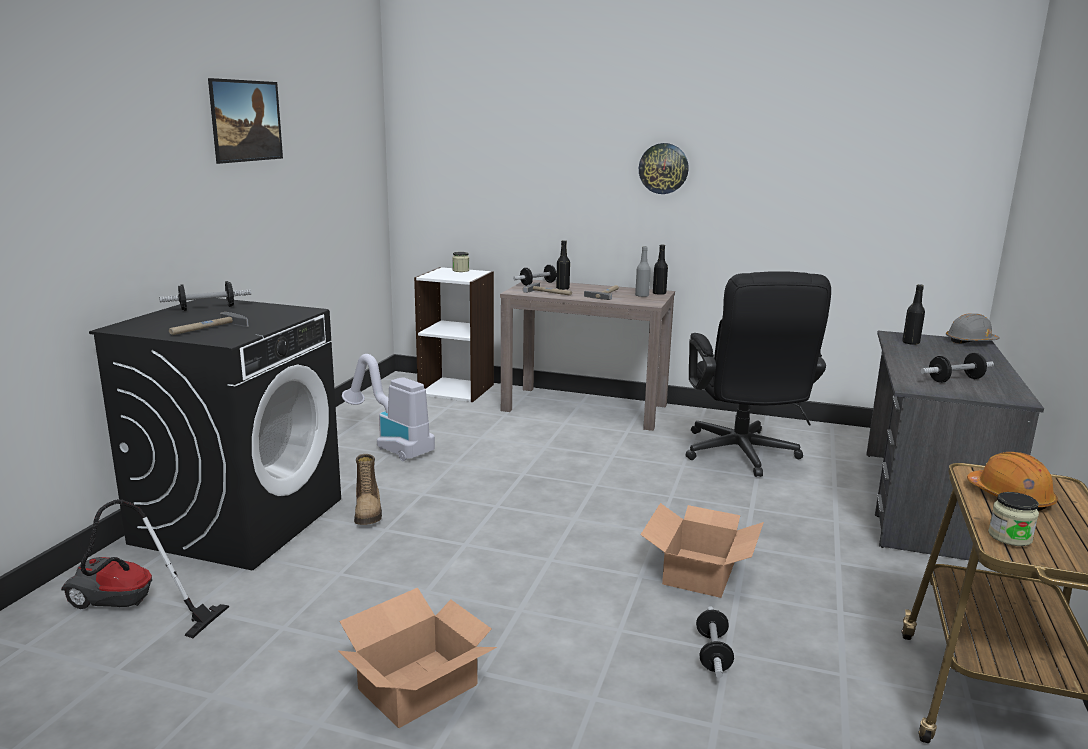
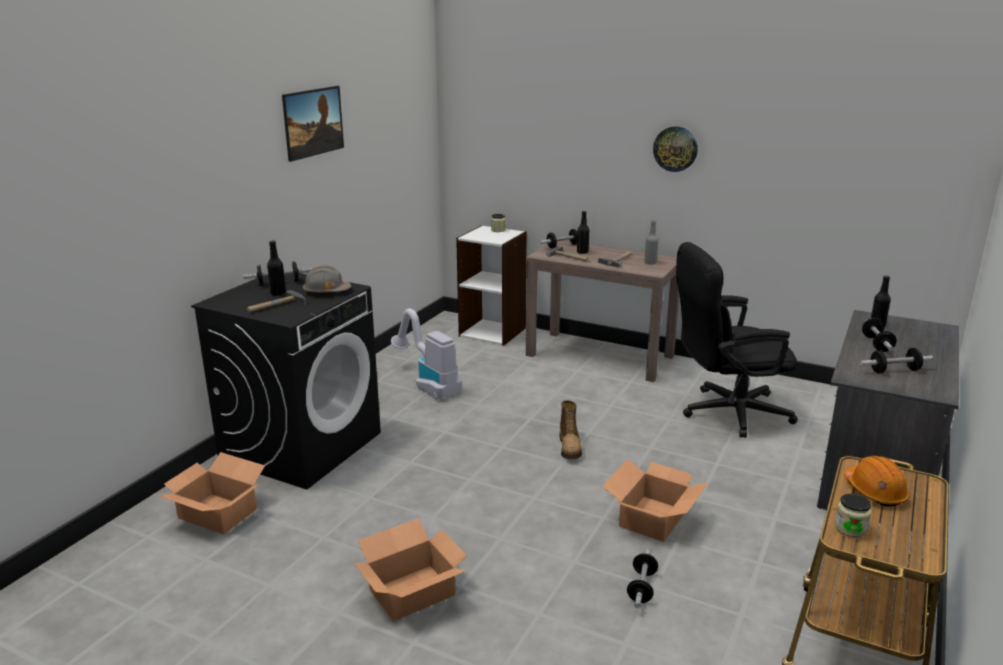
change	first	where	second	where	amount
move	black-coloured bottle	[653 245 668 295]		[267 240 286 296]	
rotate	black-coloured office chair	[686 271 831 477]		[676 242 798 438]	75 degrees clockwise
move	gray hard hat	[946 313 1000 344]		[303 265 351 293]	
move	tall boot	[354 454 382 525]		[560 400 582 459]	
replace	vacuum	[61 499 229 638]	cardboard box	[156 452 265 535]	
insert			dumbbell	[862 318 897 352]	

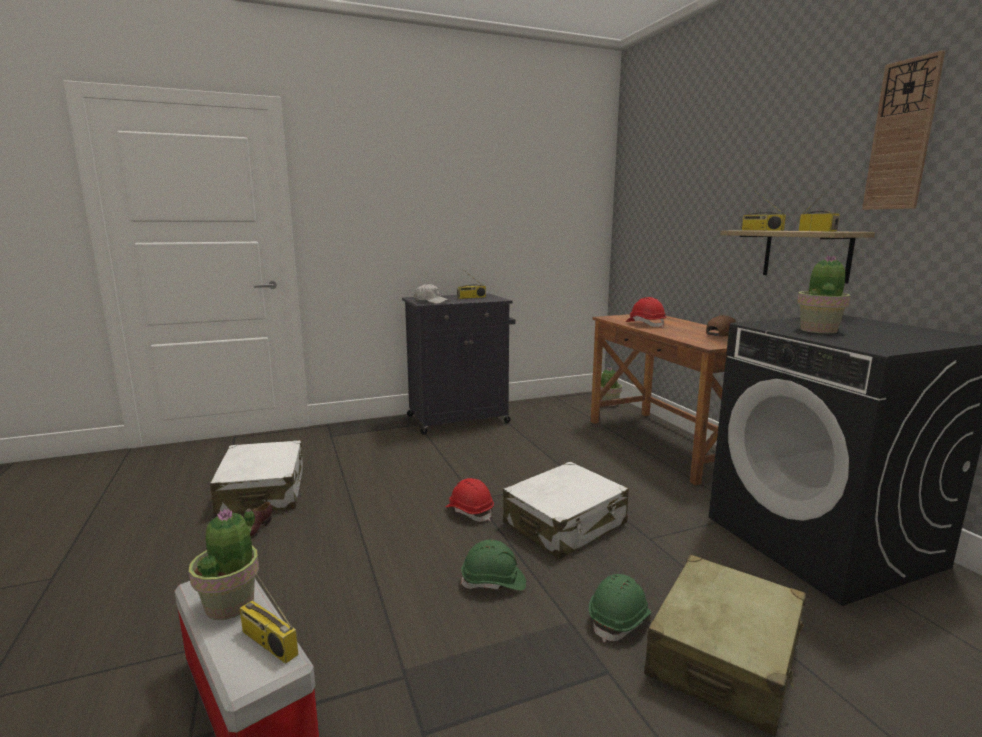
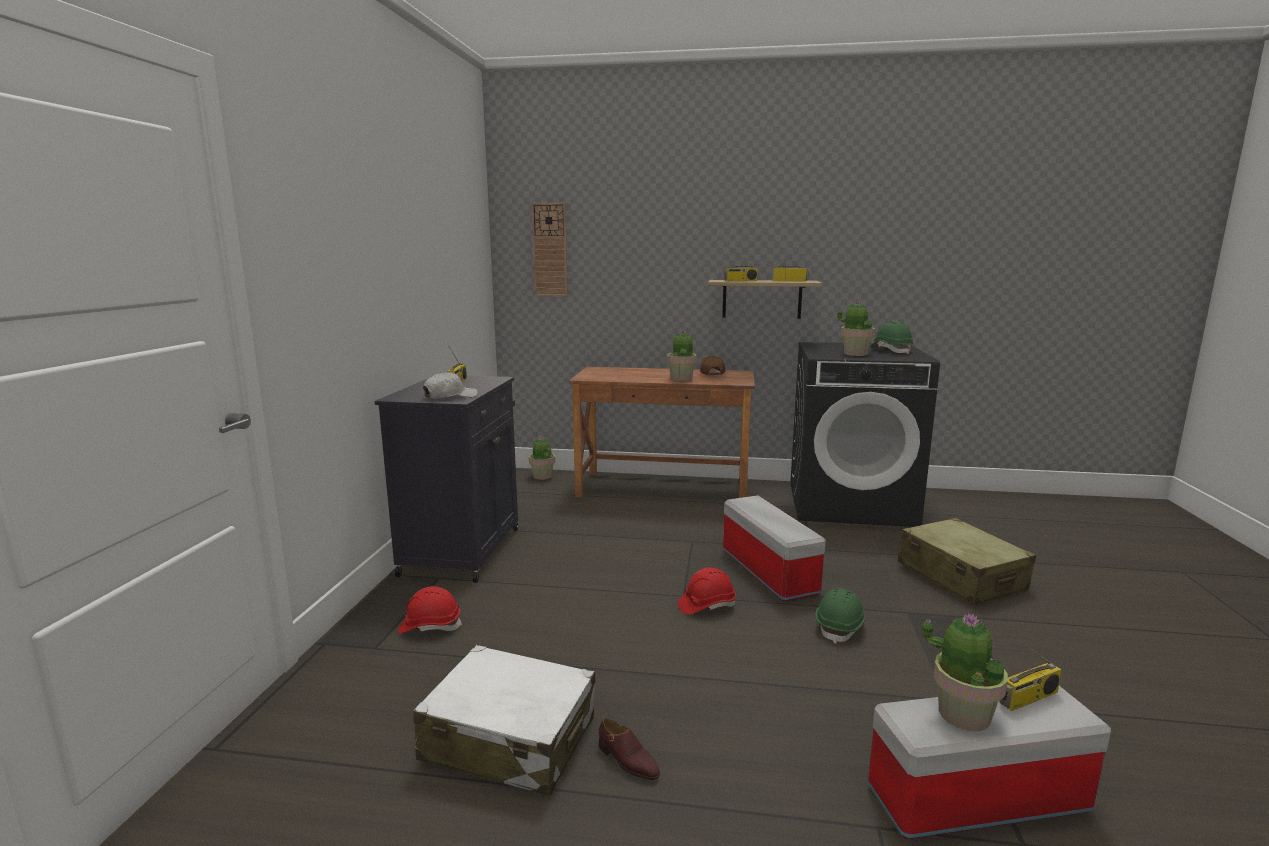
change	first	where	second	where	amount
move	hanging clock	[862 50 945 210]		[531 202 568 297]	
move	red hard hat	[626 297 666 328]		[398 586 462 633]	
replace	whitish piece of luggage	[503 462 629 559]	storage container	[723 495 826 601]	
move	greenish hard hat	[589 574 651 642]		[870 321 913 354]	
insert			potted plant	[667 330 697 381]	

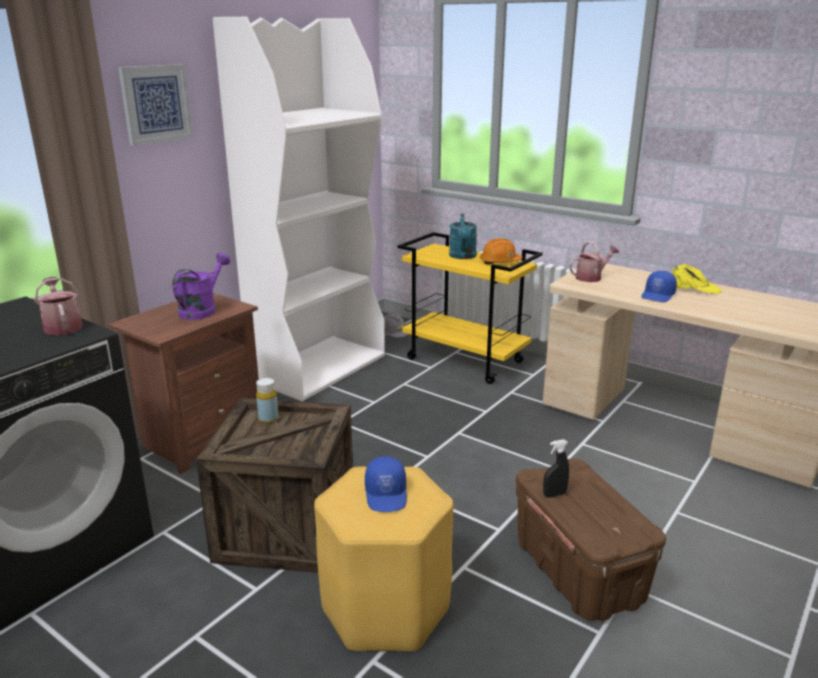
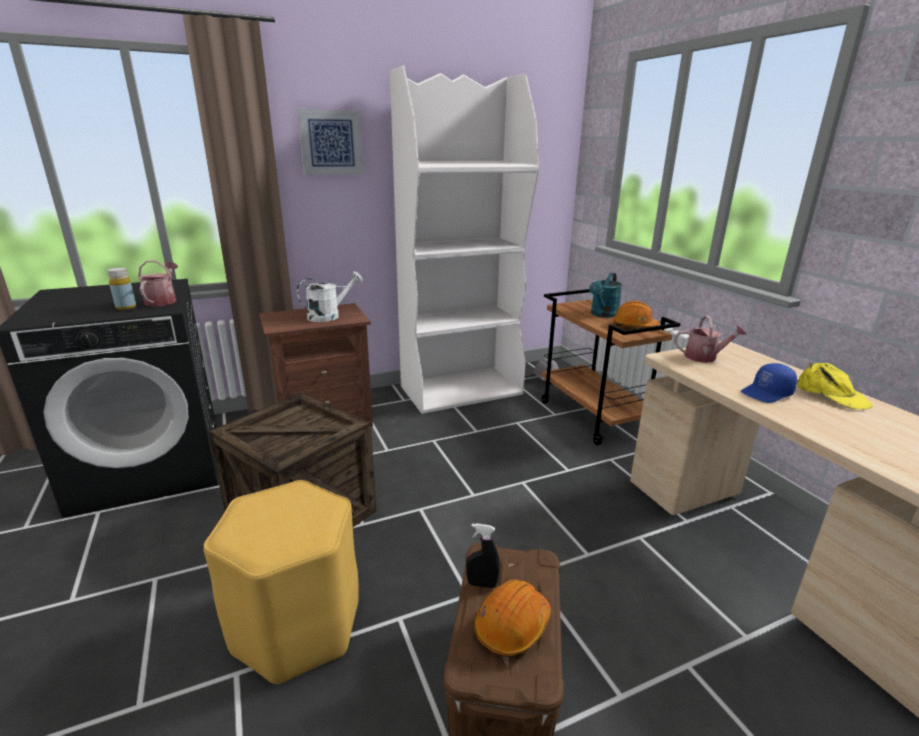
change	first	where	second	where	amount
recolor	yellowish trolley	[398 232 543 384]	brown-coloured trolley	[542 289 681 445]	
recolor	purple sprinkling can	[172 253 230 320]	whitish sprinkling can	[297 271 363 322]	
move	yellowish bottle	[256 378 278 423]		[107 267 136 310]	
delete	blue baseball cap	[365 456 407 512]			
insert			orange hard hat	[474 579 551 656]	

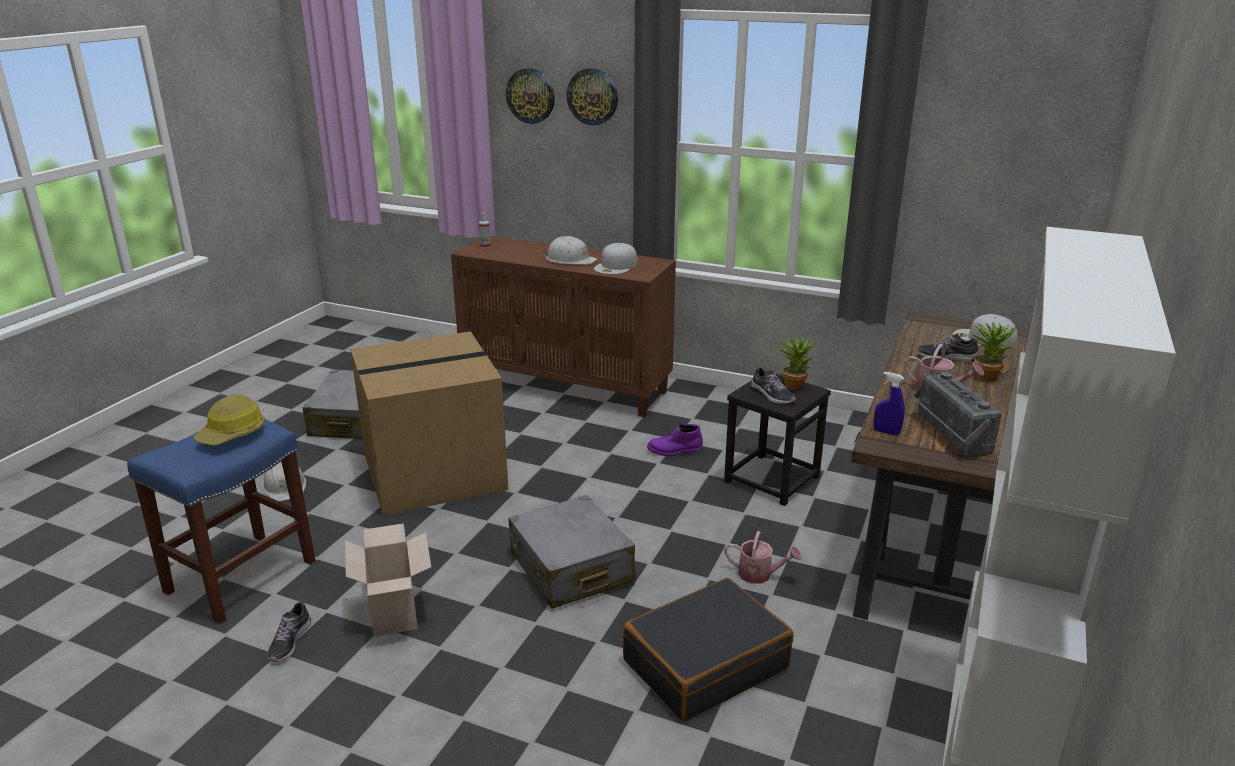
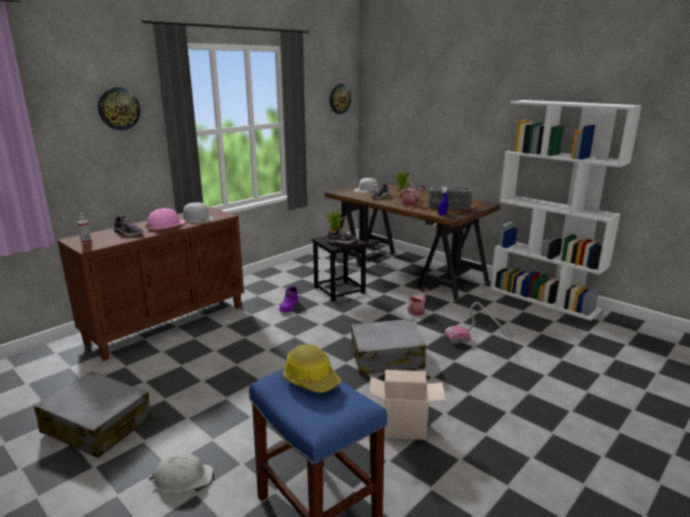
change	first	where	second	where	amount
move	hanging clock	[506 68 555 124]		[330 84 351 114]	
recolor	whitish hard hat	[544 236 597 265]	pink hard hat	[146 208 186 230]	
delete	cardboard box	[350 331 509 516]			
replace	black-coloured piece of luggage	[623 578 793 722]	vacuum	[444 302 514 344]	
move	shoe	[267 598 311 662]		[114 215 143 236]	

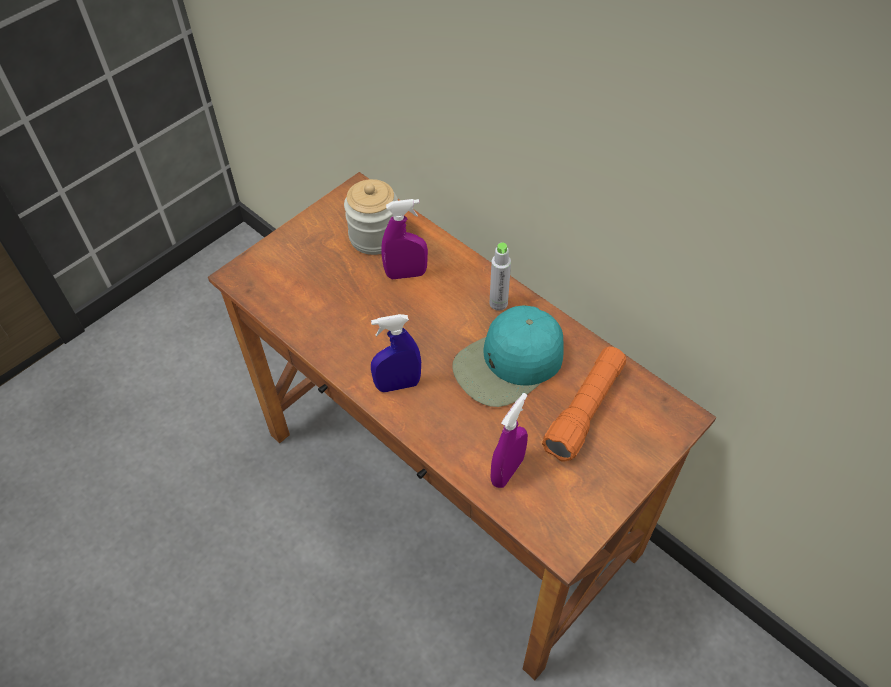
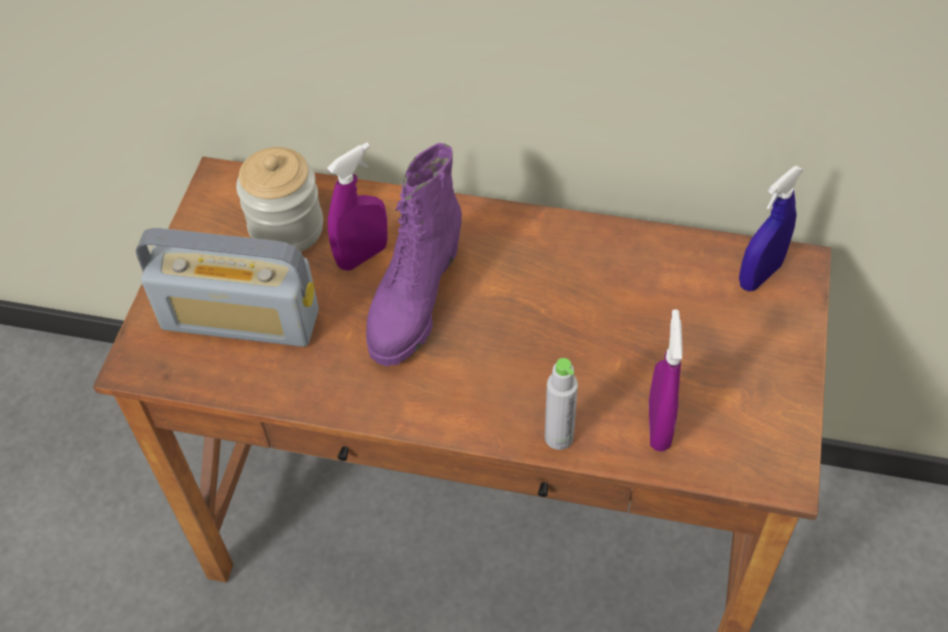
change	first	where	second	where	amount
move	gray bottle	[489 242 511 311]		[545 358 578 450]	
delete	turquoise-coloured baseball cap	[452 305 564 407]			
move	blue hand sprayer	[371 314 421 392]		[739 165 803 291]	
delete	orange hand torch	[542 347 626 461]			
insert			purple tall boot	[366 143 462 366]	
insert			radio receiver	[136 228 319 347]	

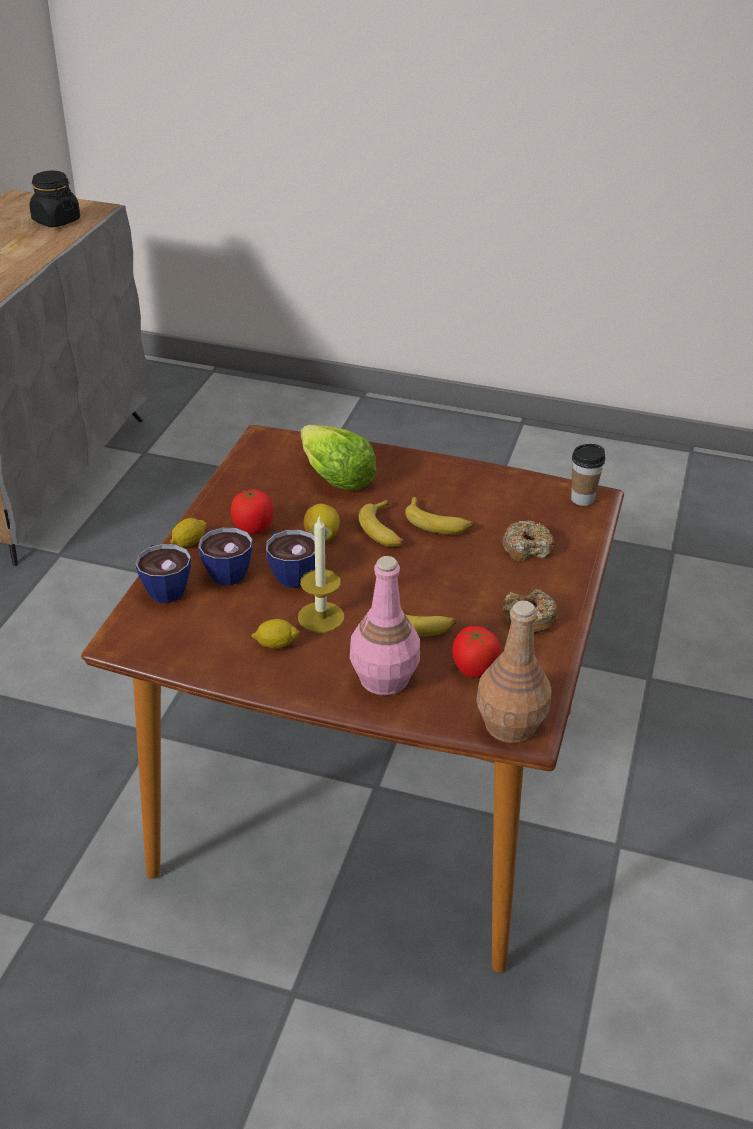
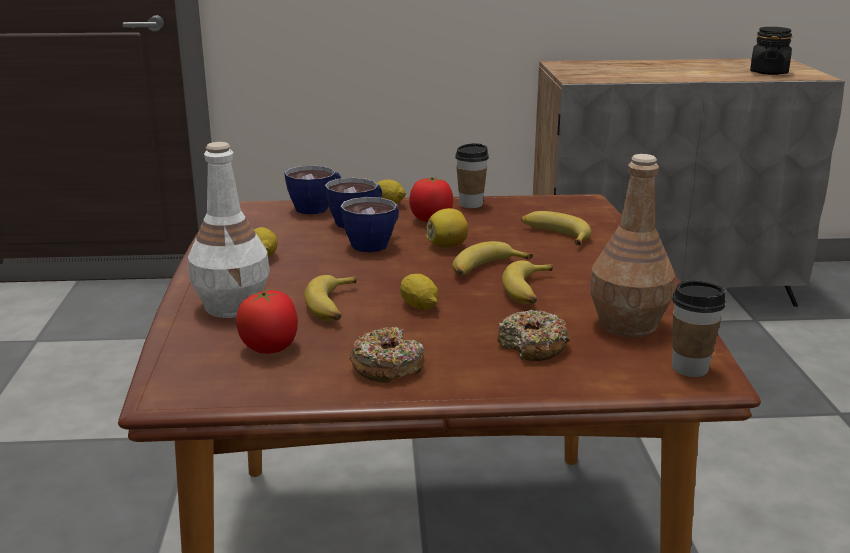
change	first	where	second	where	amount
replace	lettuce head	[301 425 377 491]	banana fruit	[521 211 591 245]	
delete	wax light	[298 515 344 633]			
recolor	pink bottle	[350 556 420 695]	whitish bottle	[188 142 270 318]	
move	brown-coloured bottle	[476 600 552 743]		[590 154 675 338]	
insert			cup	[455 143 489 208]	
insert			whole lemon	[400 274 438 310]	

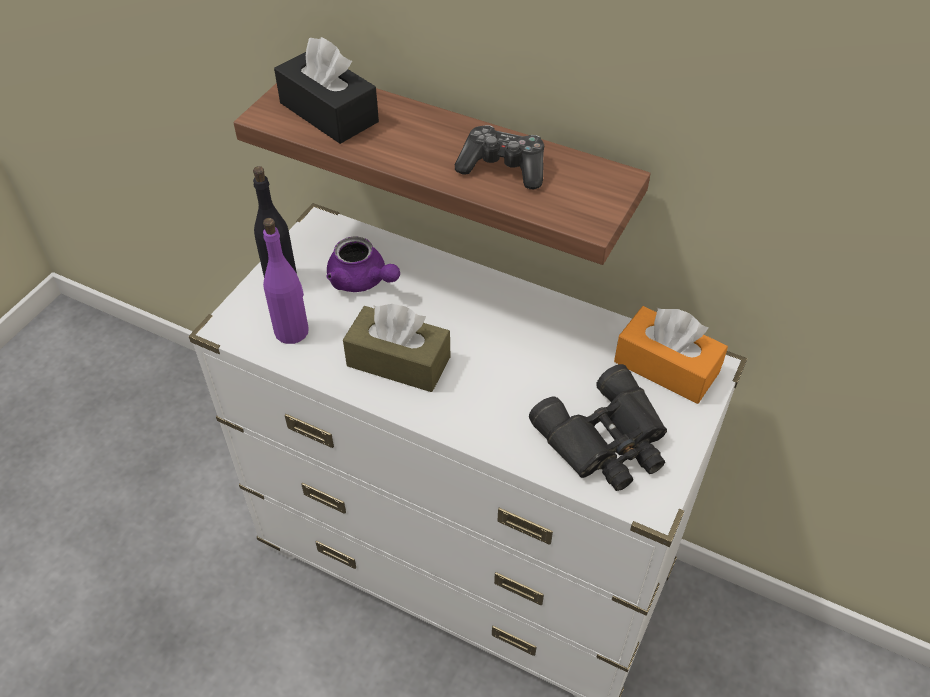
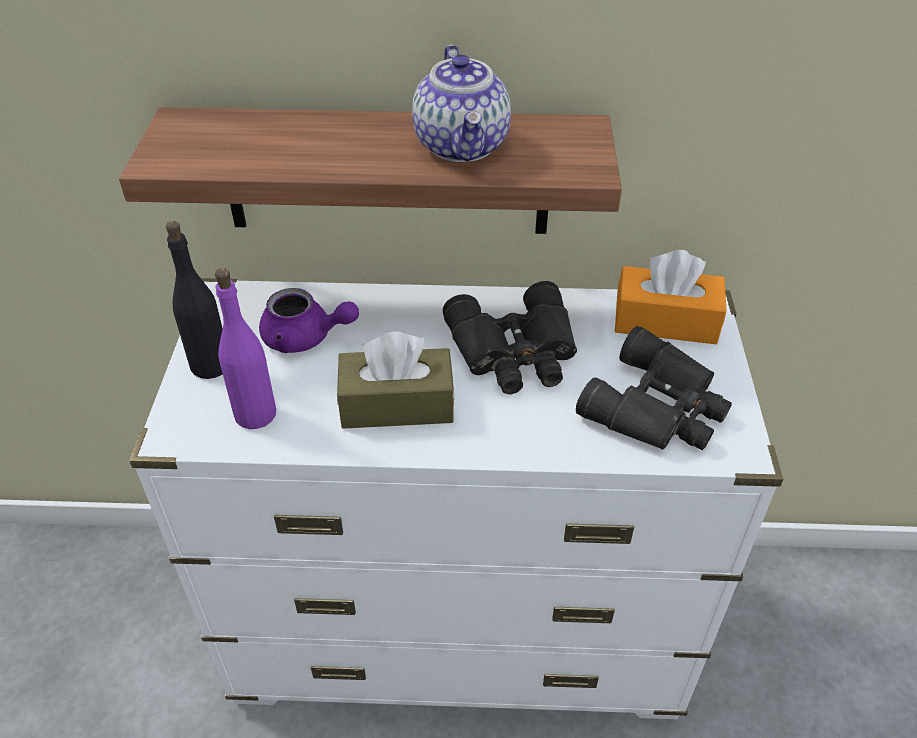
change	first	where	second	where	amount
delete	black-coloured box of tissues	[274 37 379 144]			
replace	joypad	[455 125 544 189]	tea pot	[412 45 511 162]	
insert			black-coloured field glasses	[443 281 577 394]	

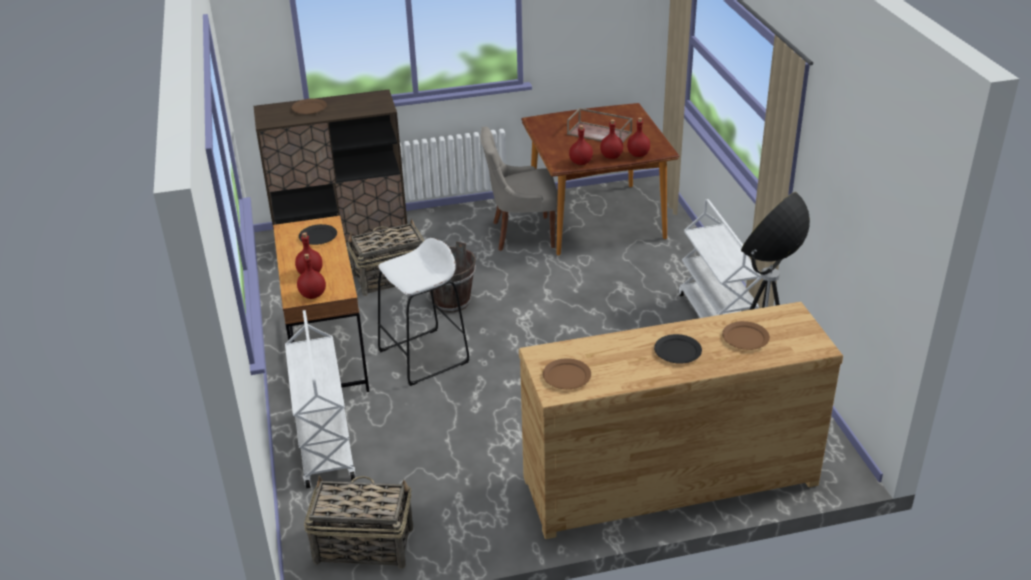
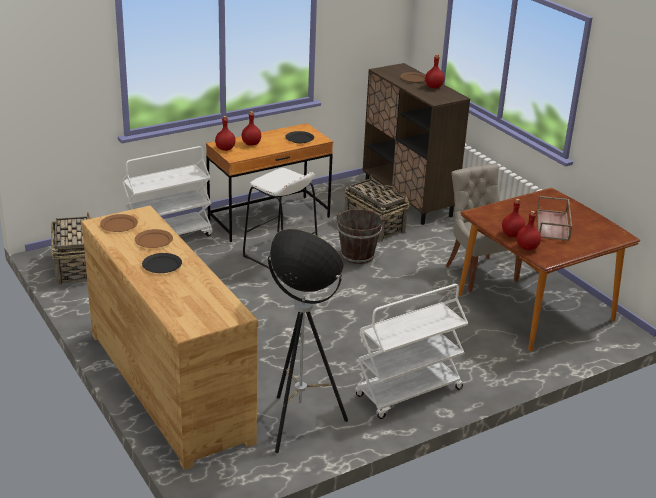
change	first	where	second	where	amount
move	red bottle	[569 125 593 165]		[425 54 444 88]	
move	brown-coloured flat dish	[722 321 770 350]		[135 229 173 248]	

